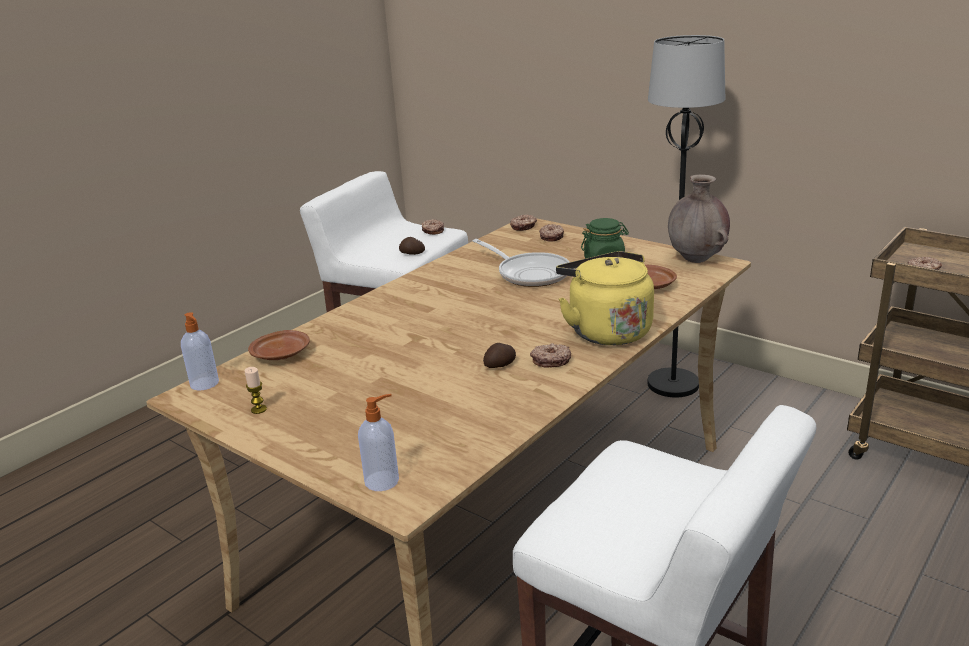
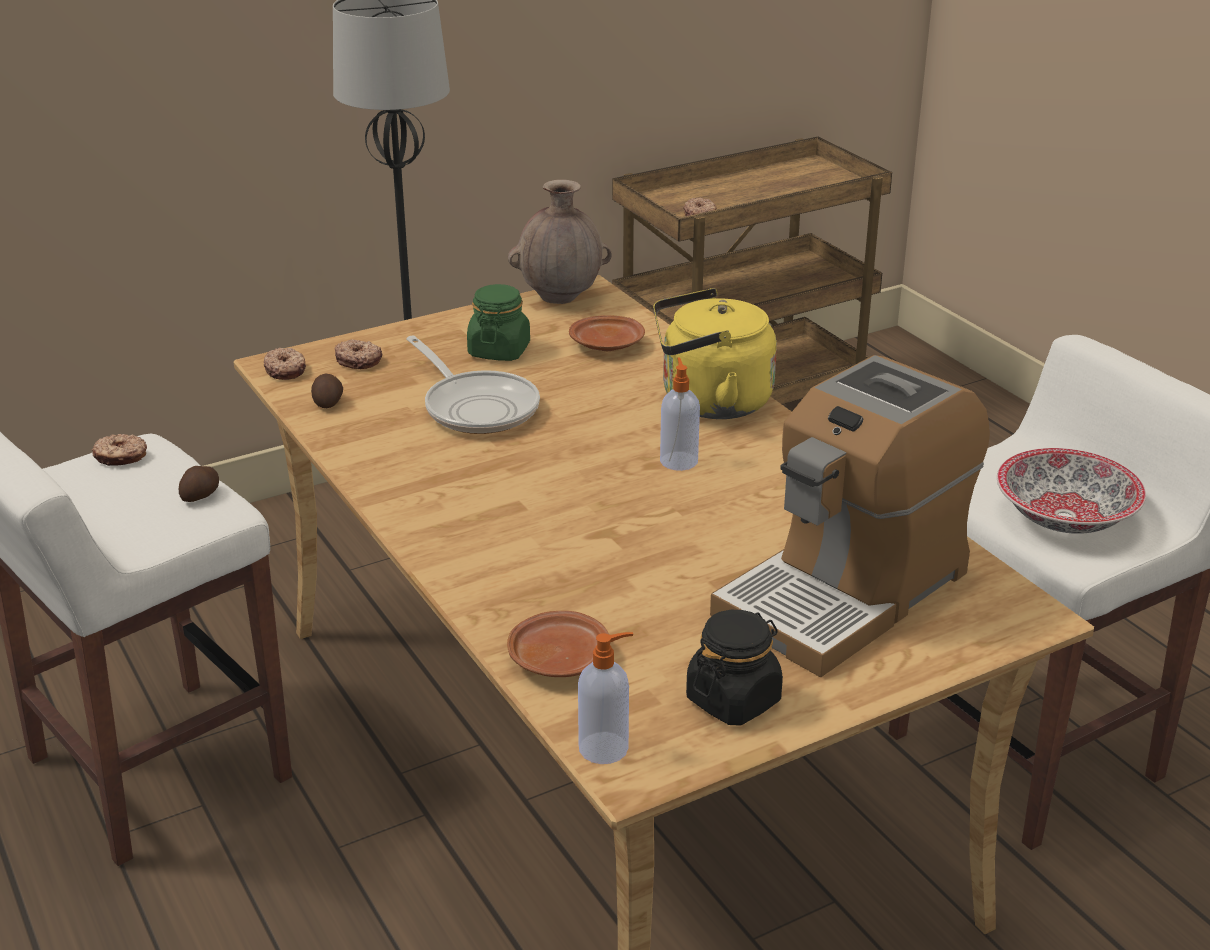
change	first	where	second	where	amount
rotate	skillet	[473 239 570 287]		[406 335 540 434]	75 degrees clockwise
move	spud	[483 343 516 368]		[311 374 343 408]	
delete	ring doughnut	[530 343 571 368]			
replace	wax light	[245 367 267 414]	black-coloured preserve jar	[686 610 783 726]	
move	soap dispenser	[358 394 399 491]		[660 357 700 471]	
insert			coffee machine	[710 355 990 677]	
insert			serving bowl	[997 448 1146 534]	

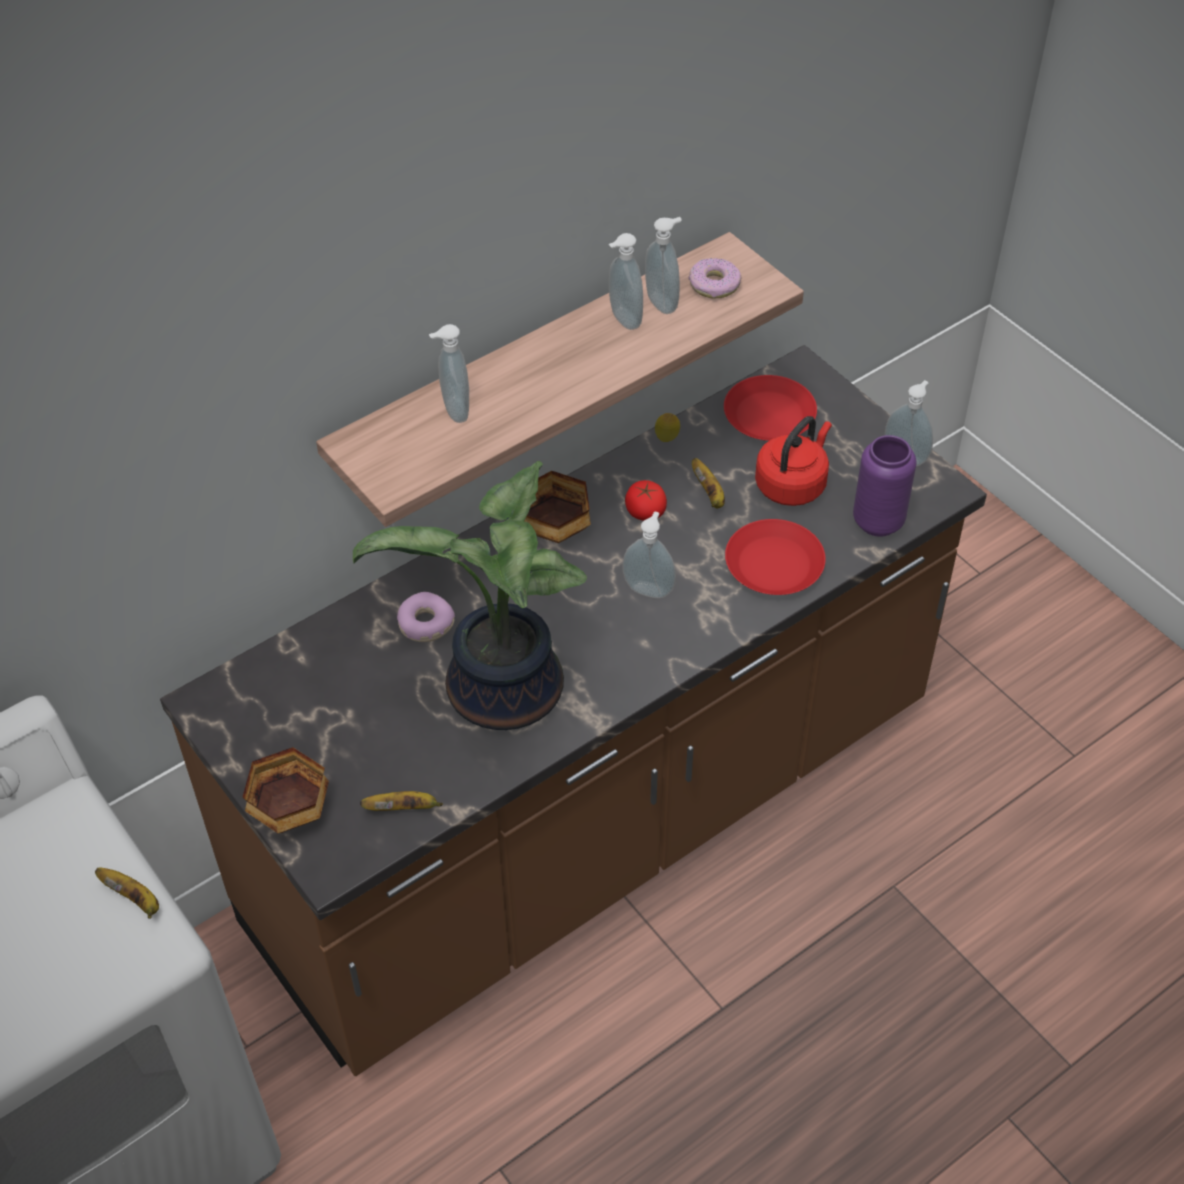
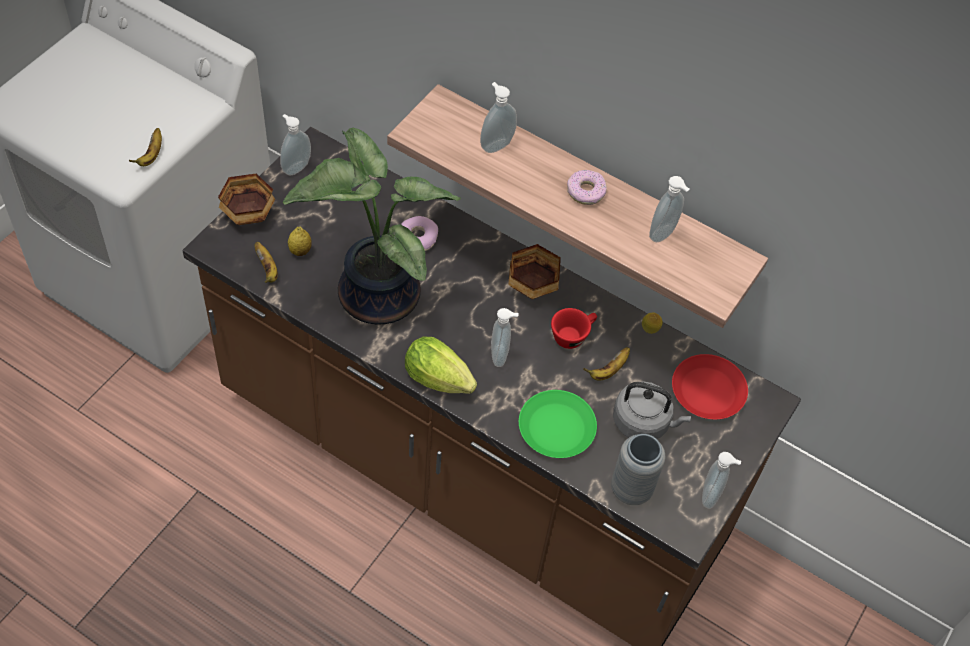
change	first	where	second	where	amount
move	soap dispenser	[608 233 643 330]		[280 114 311 175]	
move	ring doughnut	[689 258 742 298]		[567 170 607 205]	
recolor	red water kettle	[755 416 832 506]	gray water kettle	[613 381 691 439]	
recolor	purple flower vase	[853 435 917 537]	gray flower vase	[611 434 666 505]	
replace	tomato	[625 480 667 520]	red cup	[551 308 597 349]	
recolor	red flat dish	[725 519 826 595]	greenish flat dish	[519 390 597 458]	
insert			whole lemon	[288 227 312 256]	
insert			lettuce head	[405 336 477 394]	

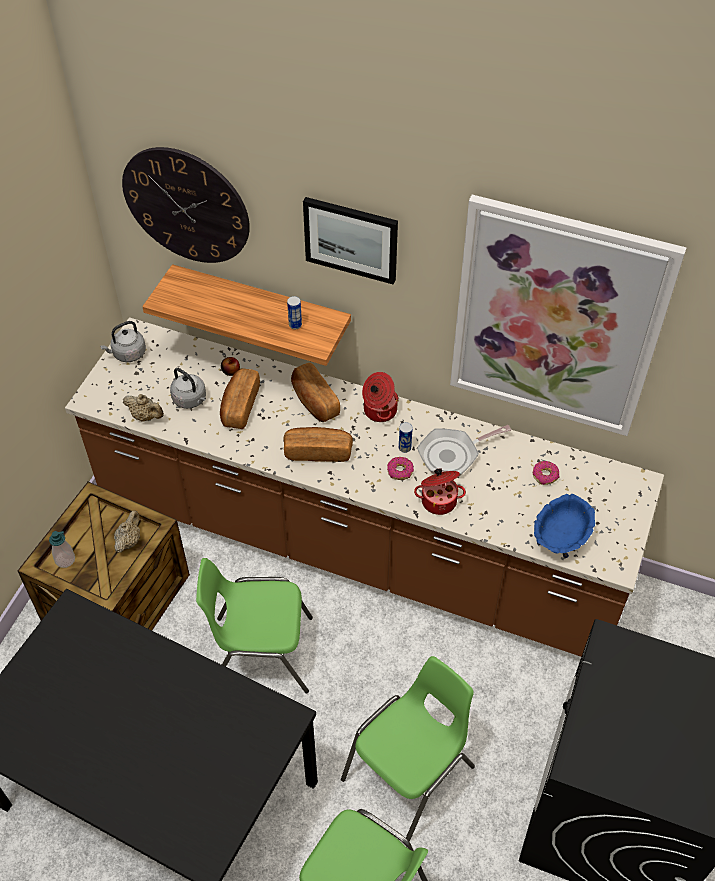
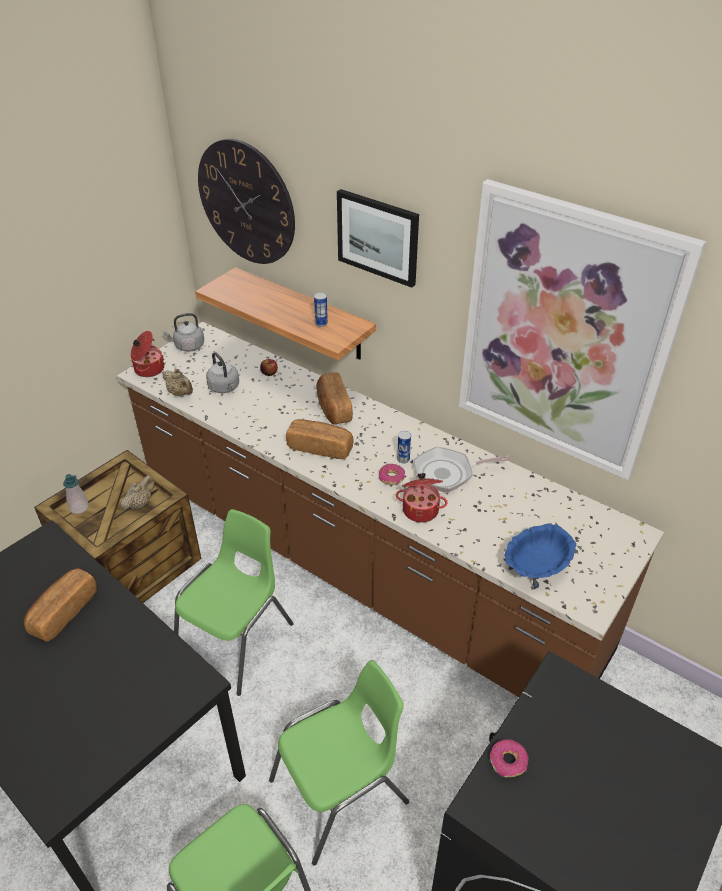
change	first	where	second	where	amount
move	baked bread	[220 368 260 429]		[24 568 97 641]	
move	cooking pot	[362 372 399 422]		[131 331 164 377]	
move	ring doughnut	[533 461 559 485]		[489 739 529 777]	
rotate	greenish upright chair	[196 558 313 694]		[174 509 293 696]	105 degrees clockwise

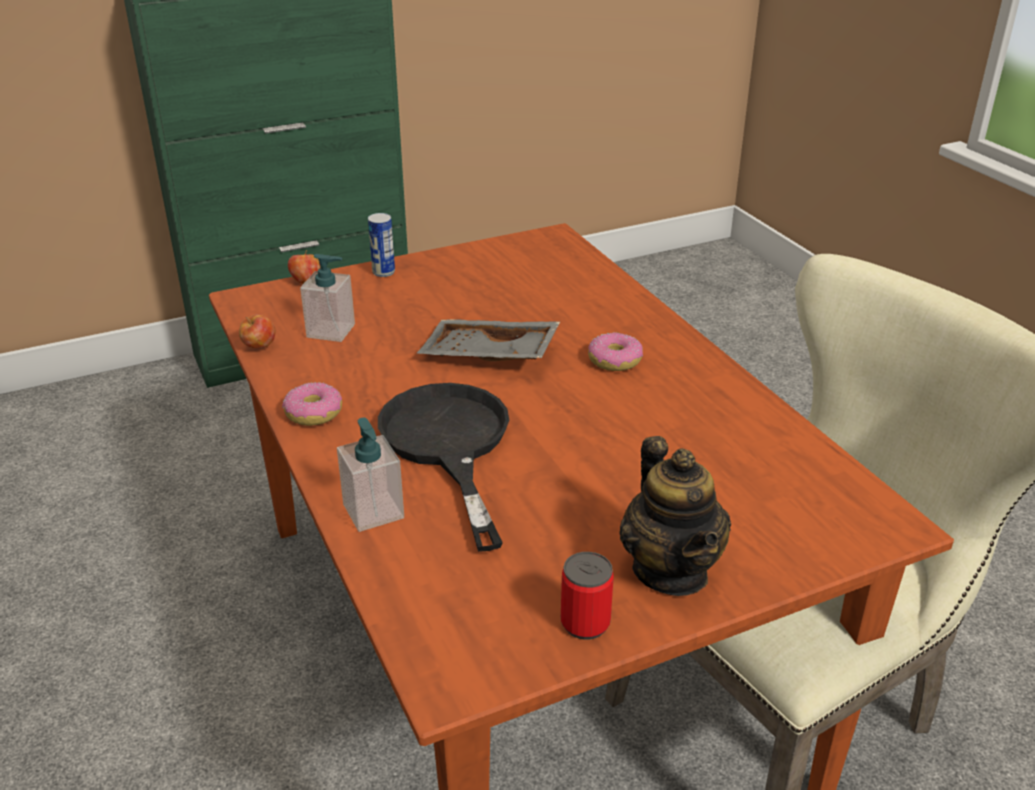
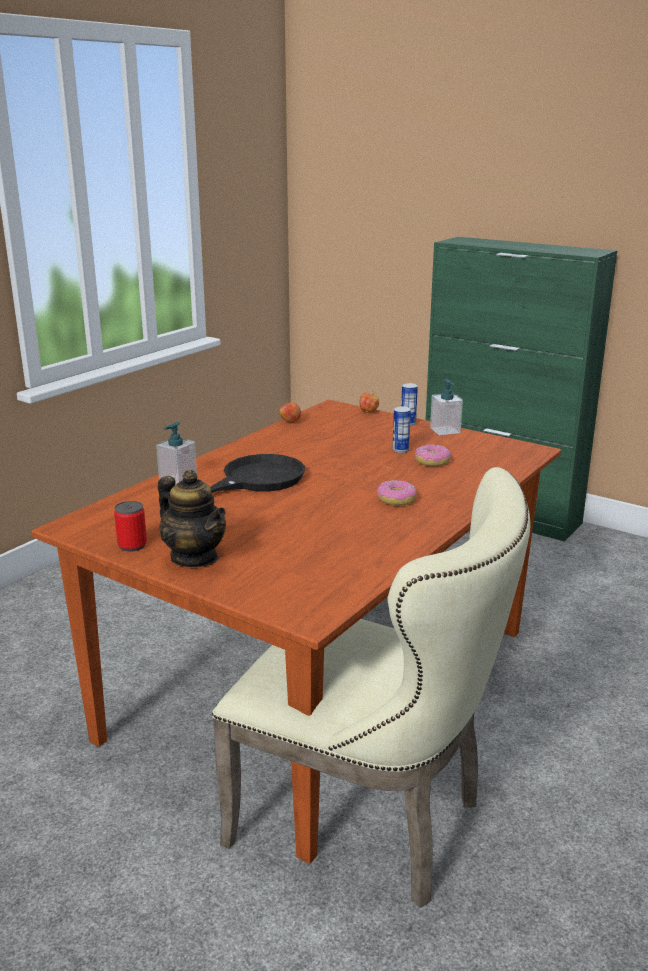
change	first	where	second	where	amount
move	soap dispenser	[300 254 355 342]		[430 379 463 435]	
delete	gray serving tray	[416 319 560 361]			
move	ring doughnut	[282 382 342 426]		[415 444 451 466]	
rotate	tea pot	[619 436 731 596]		[158 470 226 567]	90 degrees counterclockwise
insert			sealed can	[392 406 411 453]	

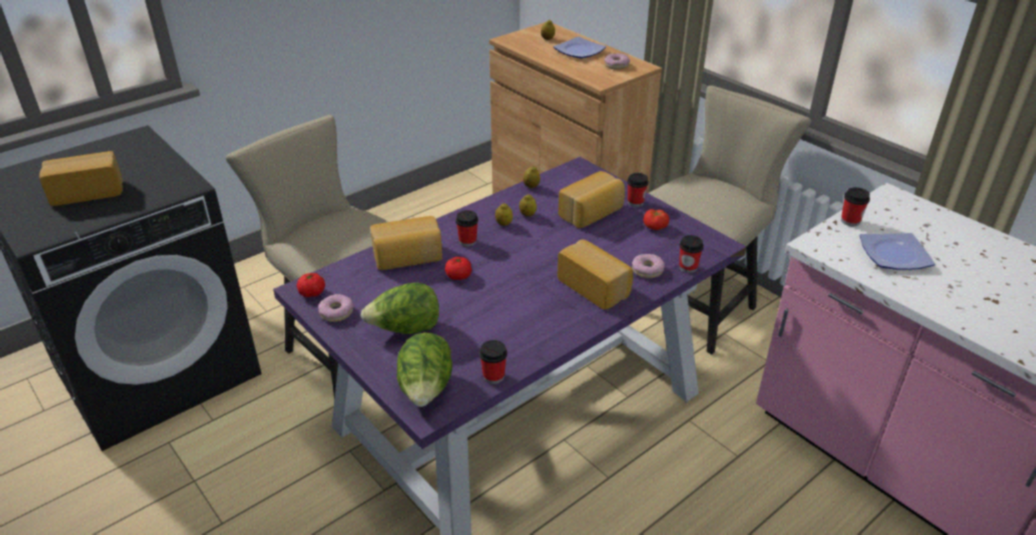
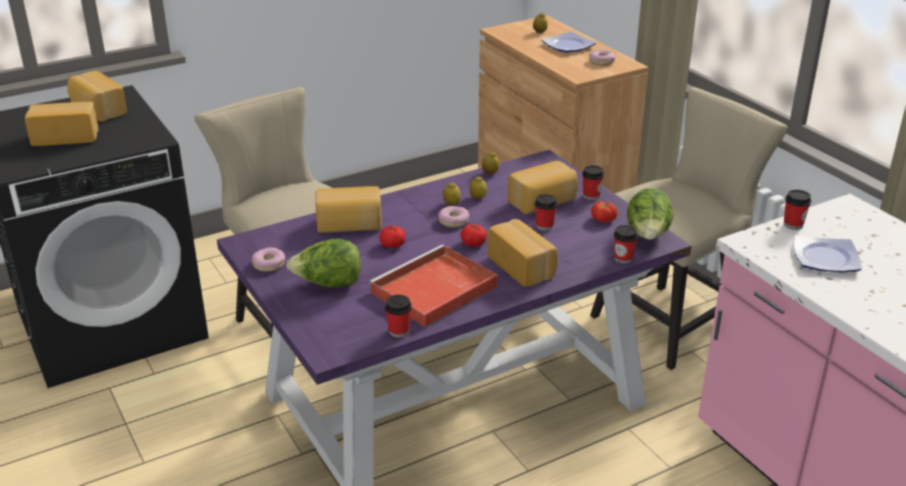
change	first	where	second	where	amount
move	cup	[456 210 478 247]		[535 194 557 231]	
move	ring doughnut	[632 254 665 278]		[438 206 469 228]	
move	tomato	[297 273 325 297]		[461 224 487 246]	
move	lettuce head	[397 332 452 407]		[627 188 673 240]	
insert			baked bread	[67 71 127 122]	
insert			red serving tray	[369 245 498 327]	

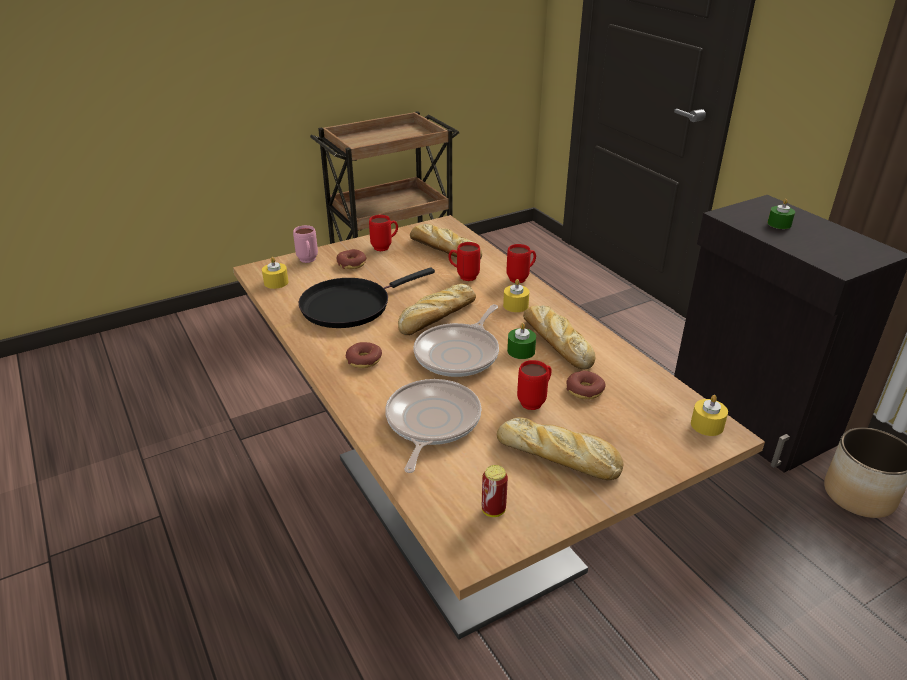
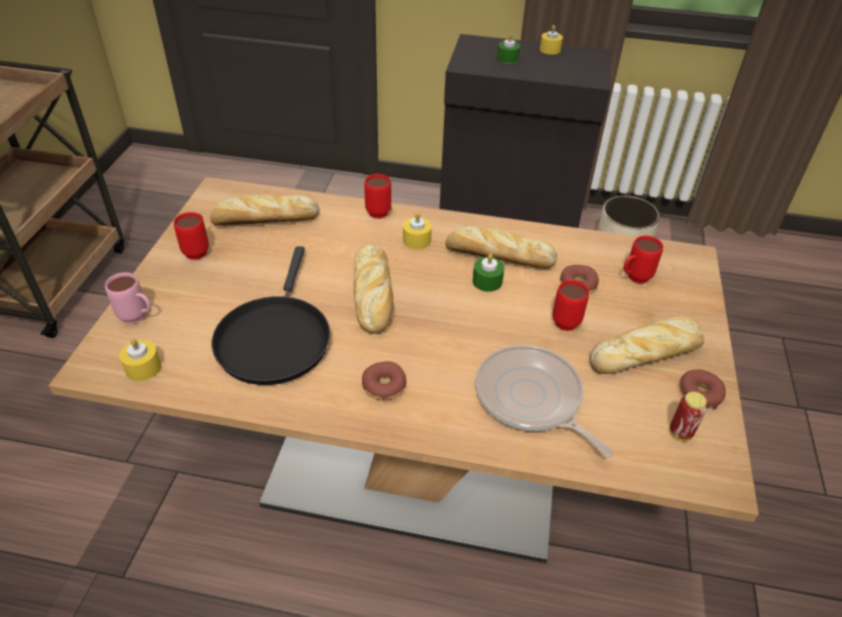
change	first	where	second	where	amount
move	red mug	[448 242 480 281]		[624 236 663 283]	
move	ring doughnut	[337 249 367 269]		[680 369 726 409]	
delete	skillet	[413 304 499 377]			
move	yellowish wax light	[691 395 728 436]		[540 25 563 55]	

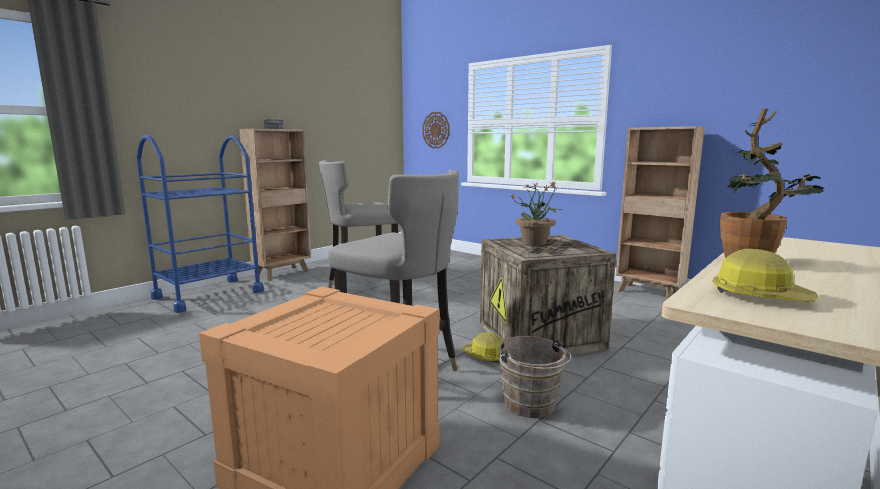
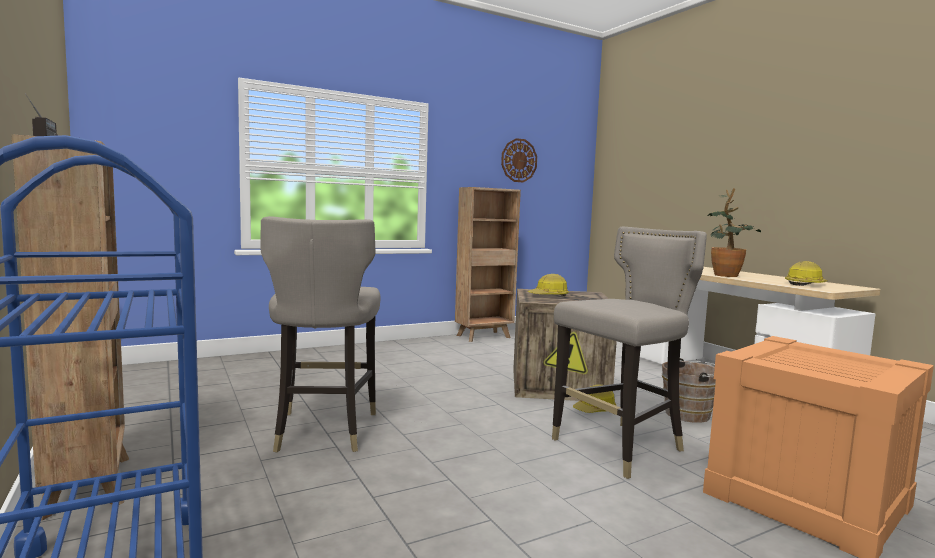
change	first	where	second	where	amount
move	hanging clock	[422 112 449 148]		[501 138 537 182]	
replace	potted plant	[509 181 563 245]	hard hat	[528 274 569 296]	

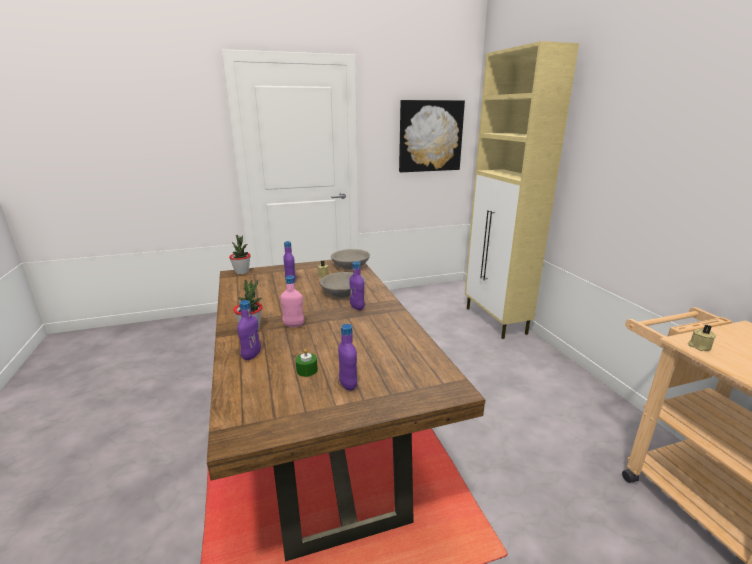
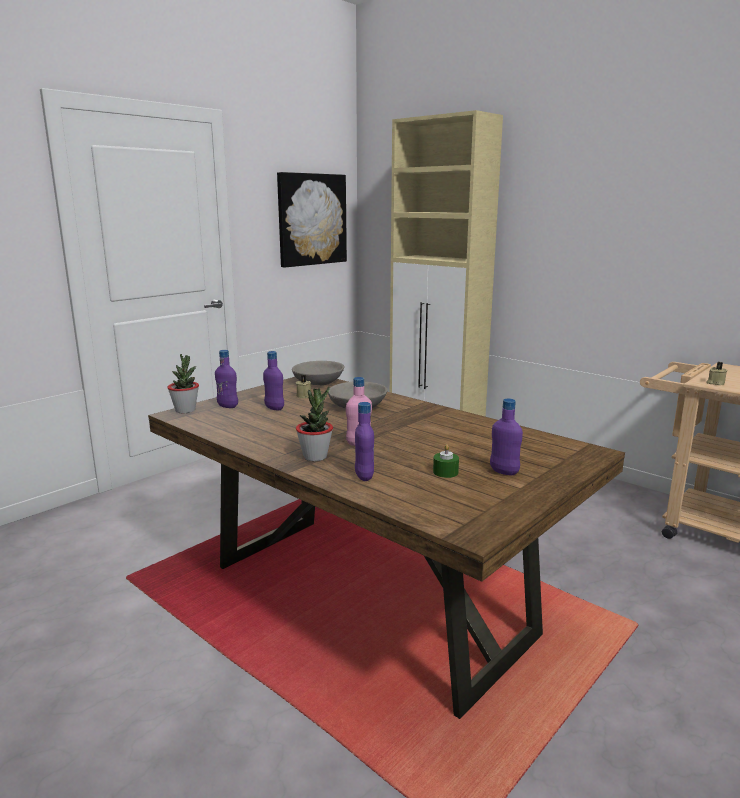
change	first	where	second	where	amount
move	purple bottle	[349 261 365 310]		[215 350 238 408]	

